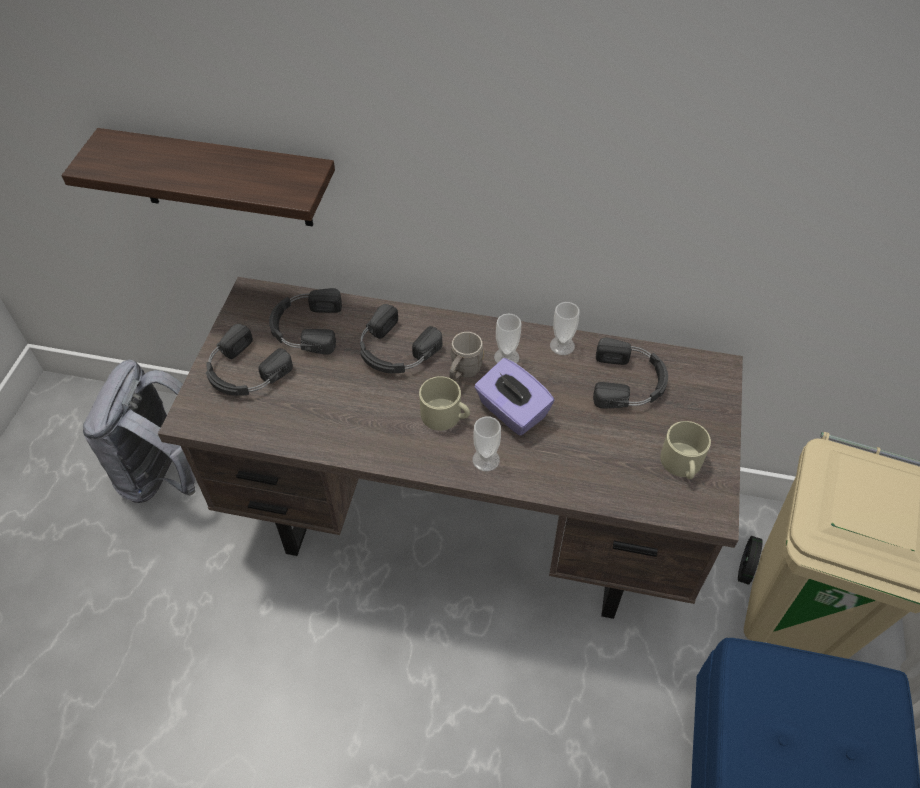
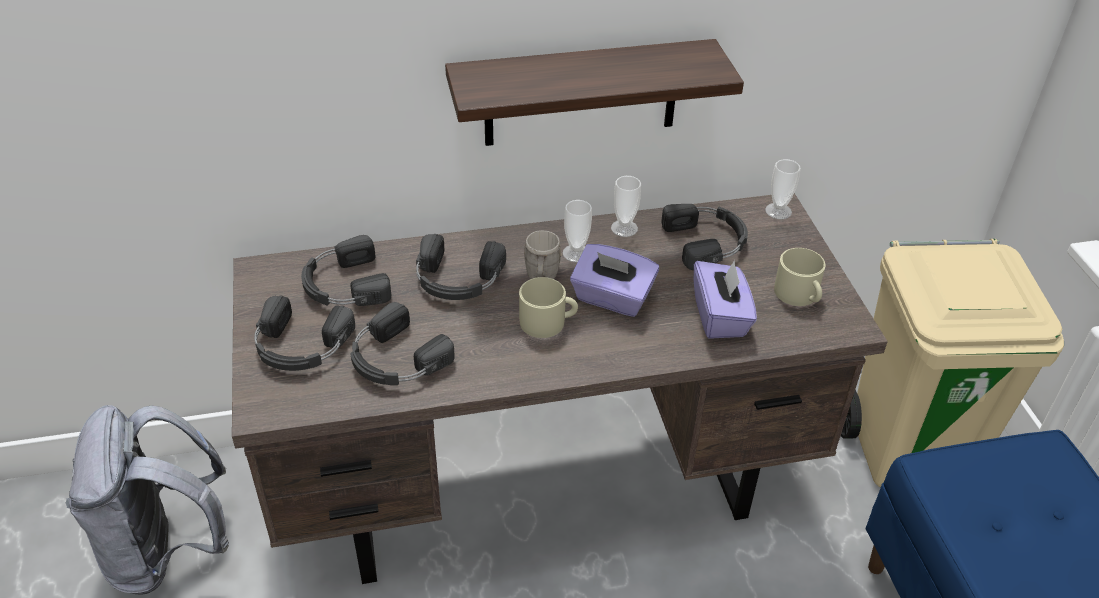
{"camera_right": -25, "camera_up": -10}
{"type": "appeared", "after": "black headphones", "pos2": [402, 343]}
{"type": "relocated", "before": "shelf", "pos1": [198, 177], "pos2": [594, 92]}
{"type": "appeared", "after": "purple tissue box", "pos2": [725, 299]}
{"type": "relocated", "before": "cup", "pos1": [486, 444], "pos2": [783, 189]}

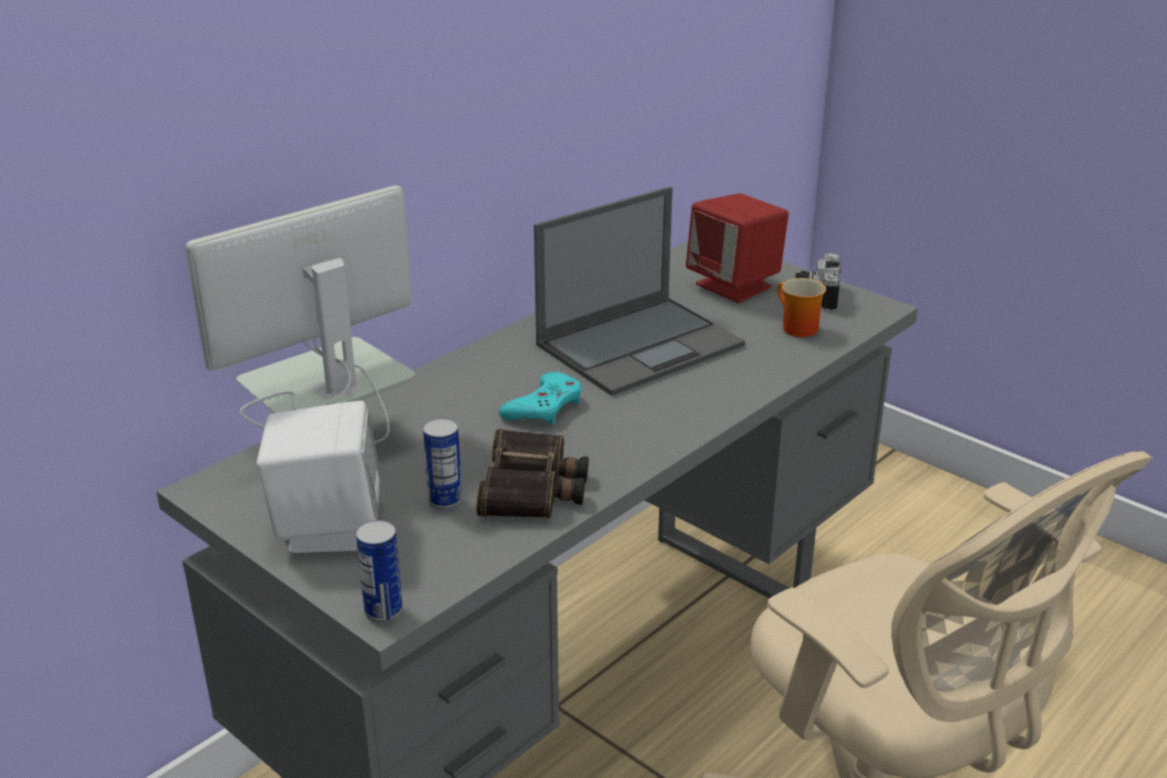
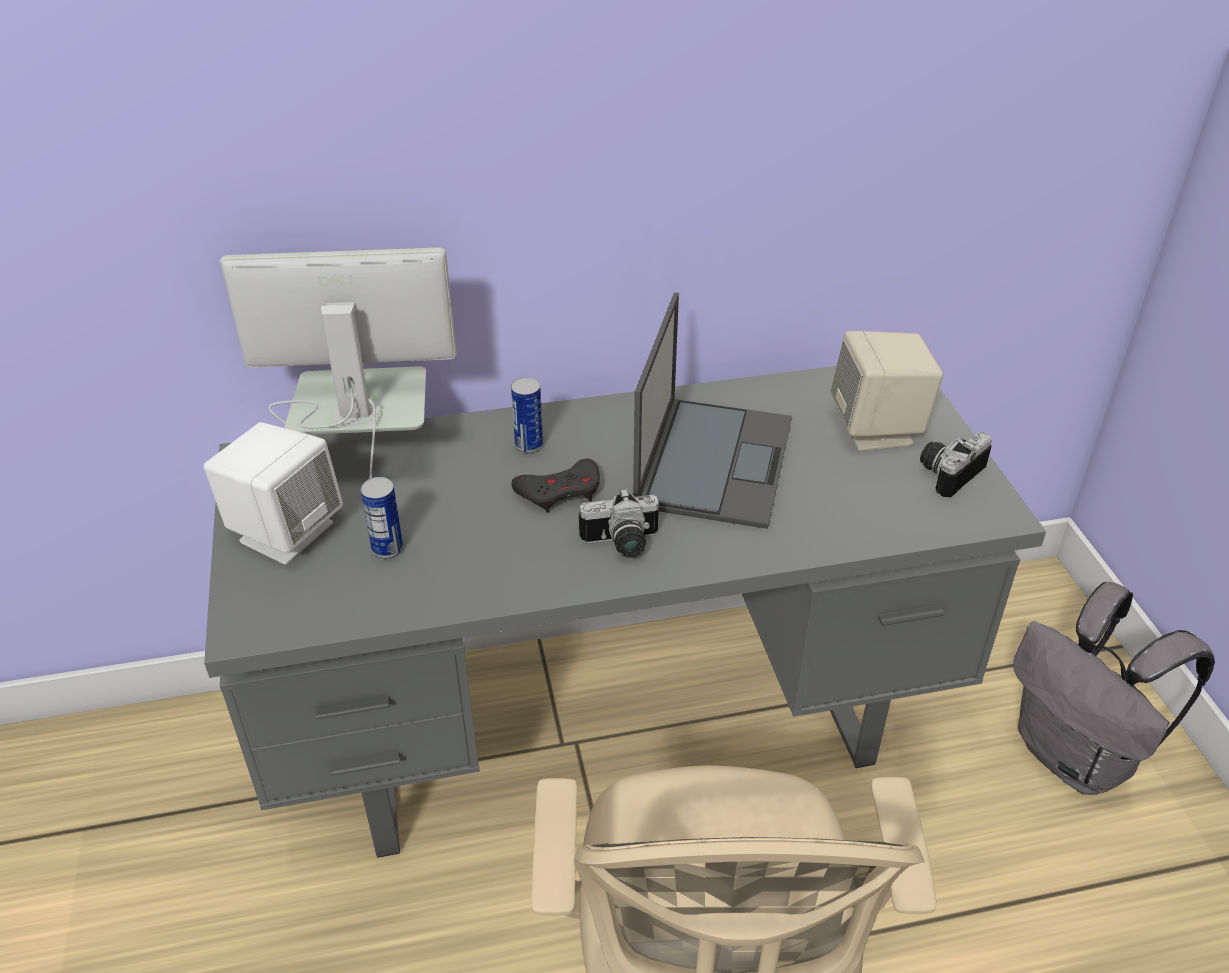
{"camera_right": 35, "camera_up": 10}
{"type": "relocated", "before": "can", "pos1": [379, 571], "pos2": [527, 415]}
{"type": "colour", "before": "turquoise game controller", "after": "grey game controller", "pos1": [540, 398], "pos2": [555, 486]}
{"type": "appeared", "after": "photo camera", "pos2": [619, 523]}
{"type": "spun", "before": "laptop", "pos1": [639, 291], "pos2": [712, 411], "turn": -75}
{"type": "colour", "before": "red speaker", "after": "beige speaker", "pos1": [737, 248], "pos2": [887, 391]}
{"type": "appeared", "after": "grey backpack", "pos2": [1114, 688]}
{"type": "missing", "before": "binoculars", "pos1": [532, 473]}
{"type": "missing", "before": "mug", "pos1": [801, 307]}

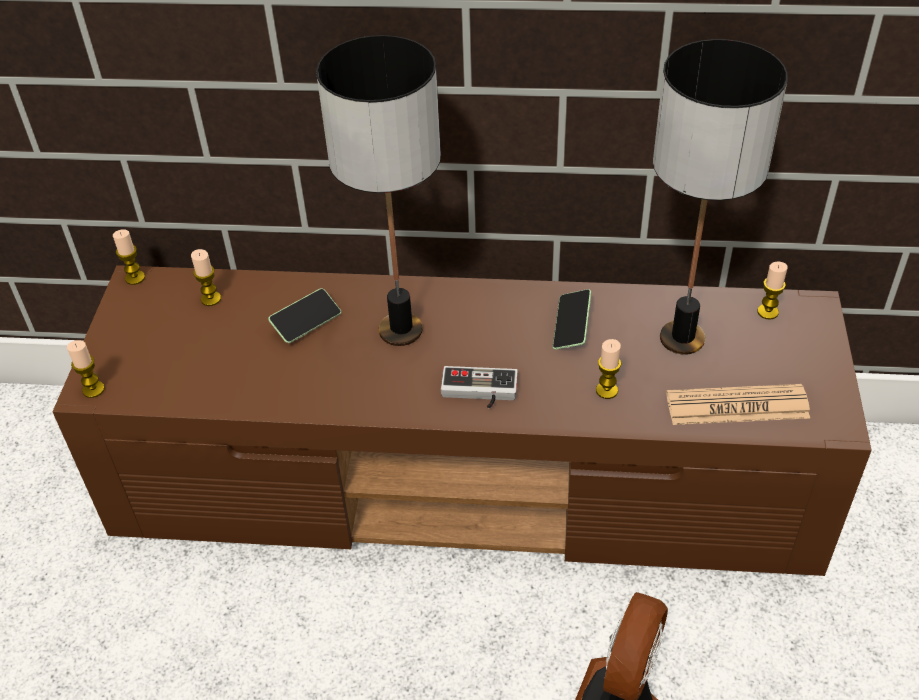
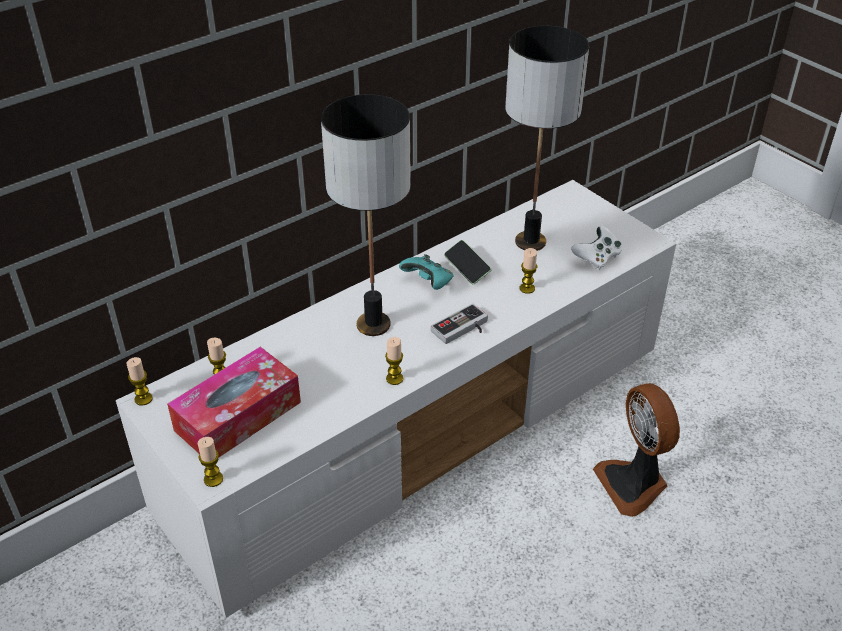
{"camera_right": -45, "camera_up": -5}
{"type": "colour", "before": "brown tv stand", "after": "white tv stand", "pos1": [462, 420], "pos2": [396, 399]}
{"type": "appeared", "after": "tissue box", "pos2": [234, 402]}
{"type": "relocated", "before": "candle", "pos1": [772, 291], "pos2": [394, 361]}
{"type": "appeared", "after": "turquoise game controller", "pos2": [426, 272]}
{"type": "exchanged", "before": "newspaper", "after": "white game controller", "pos1": [738, 404], "pos2": [596, 248]}
{"type": "missing", "before": "phone", "pos1": [304, 315]}

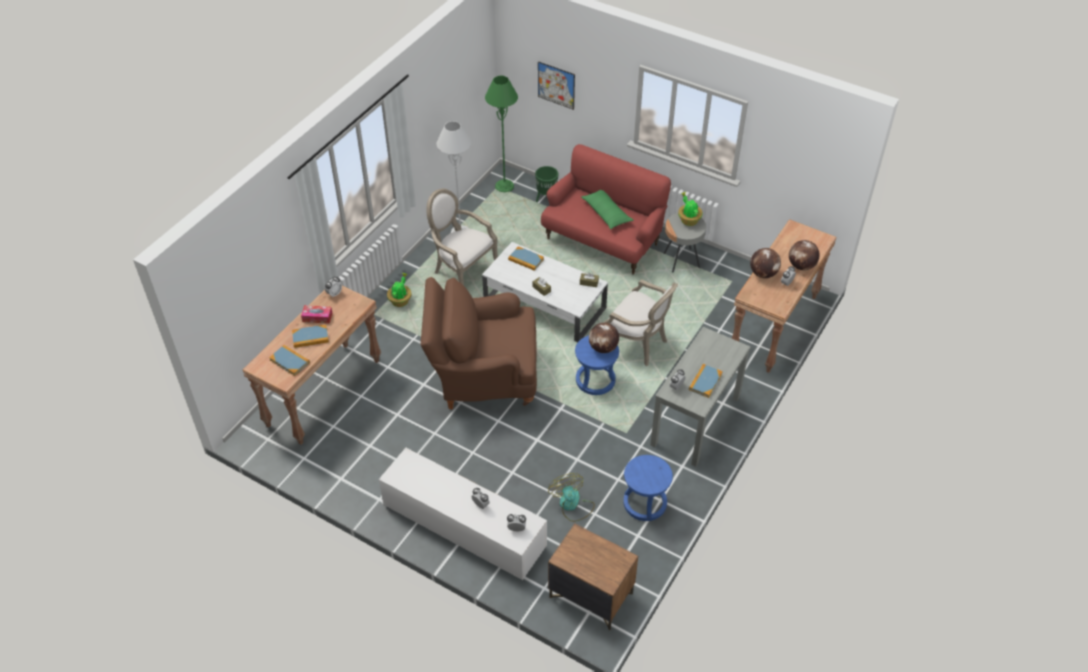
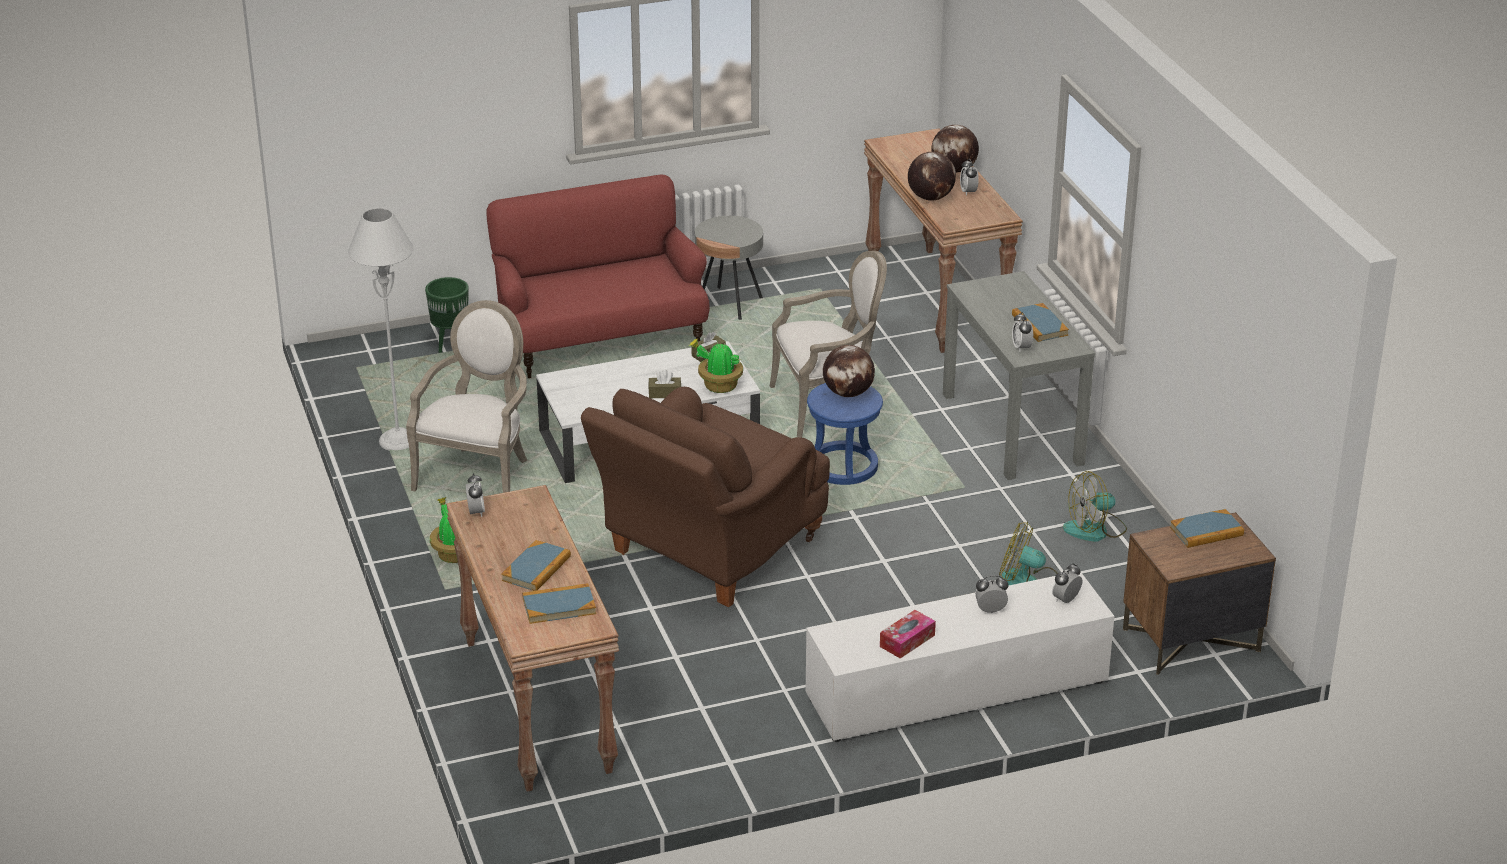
{"camera_right": -50, "camera_up": -15}
{"type": "spun", "before": "armchair", "pos1": [462, 237], "pos2": [467, 396], "turn": 120}
{"type": "relocated", "before": "potted plant", "pos1": [690, 209], "pos2": [716, 366]}
{"type": "relocated", "before": "tissue box", "pos1": [316, 314], "pos2": [908, 634]}
{"type": "exchanged", "before": "blue stool", "after": "fan", "pos1": [648, 488], "pos2": [1095, 506]}
{"type": "relocated", "before": "book", "pos1": [526, 258], "pos2": [1207, 528]}
{"type": "missing", "before": "green floor lamp", "pos1": [501, 134]}
{"type": "missing", "before": "picture", "pos1": [556, 85]}
{"type": "missing", "before": "green pillow", "pos1": [607, 209]}

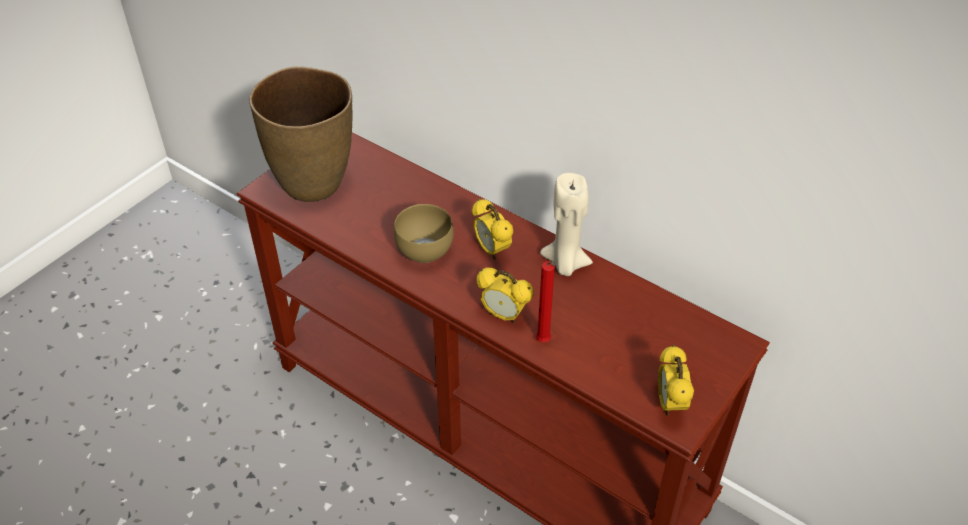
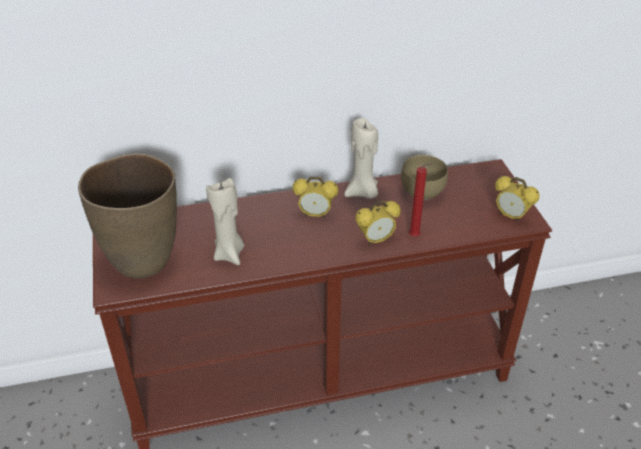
{"camera_right": -50, "camera_up": -5}
{"type": "appeared", "after": "beige candle", "pos2": [225, 221]}
{"type": "relocated", "before": "brown bowl", "pos1": [424, 233], "pos2": [424, 177]}

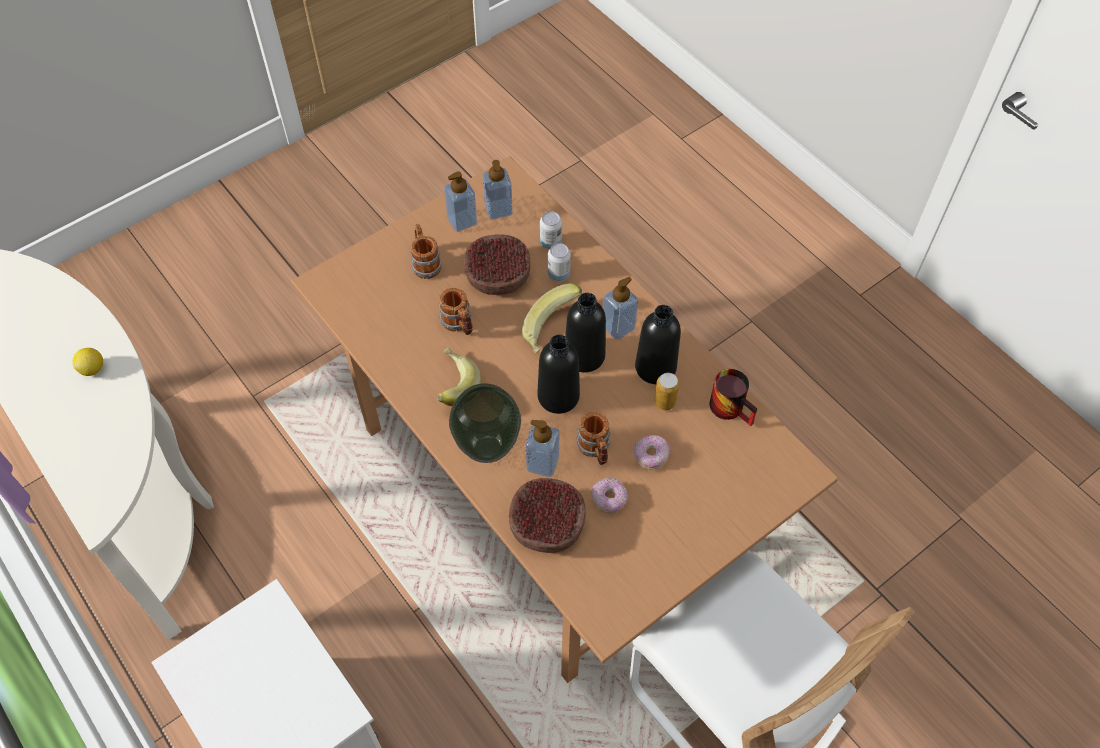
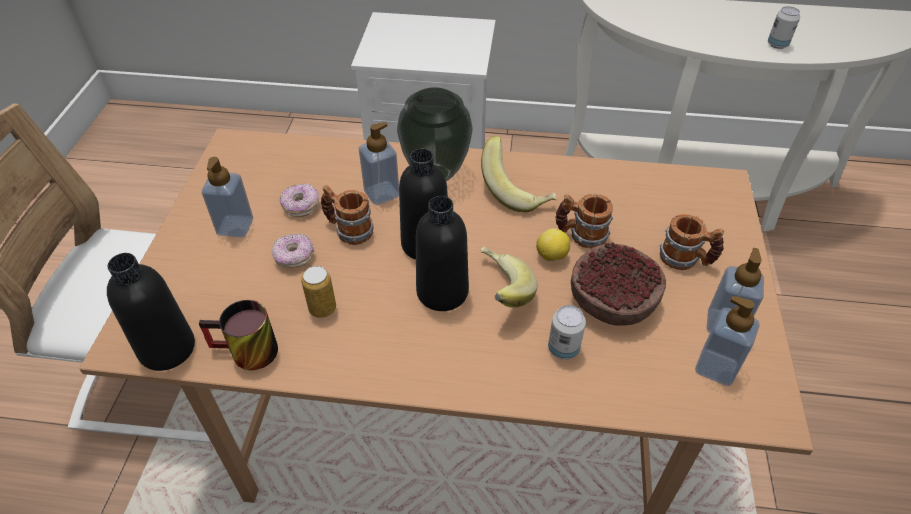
{"camera_right": 135, "camera_up": -10}
{"type": "relocated", "before": "black bottle", "pos1": [658, 344], "pos2": [151, 312]}
{"type": "relocated", "before": "soap dispenser", "pos1": [620, 308], "pos2": [227, 197]}
{"type": "relocated", "before": "lemon", "pos1": [87, 362], "pos2": [553, 244]}
{"type": "relocated", "before": "can", "pos1": [551, 230], "pos2": [784, 27]}
{"type": "missing", "before": "bowl", "pos1": [547, 515]}

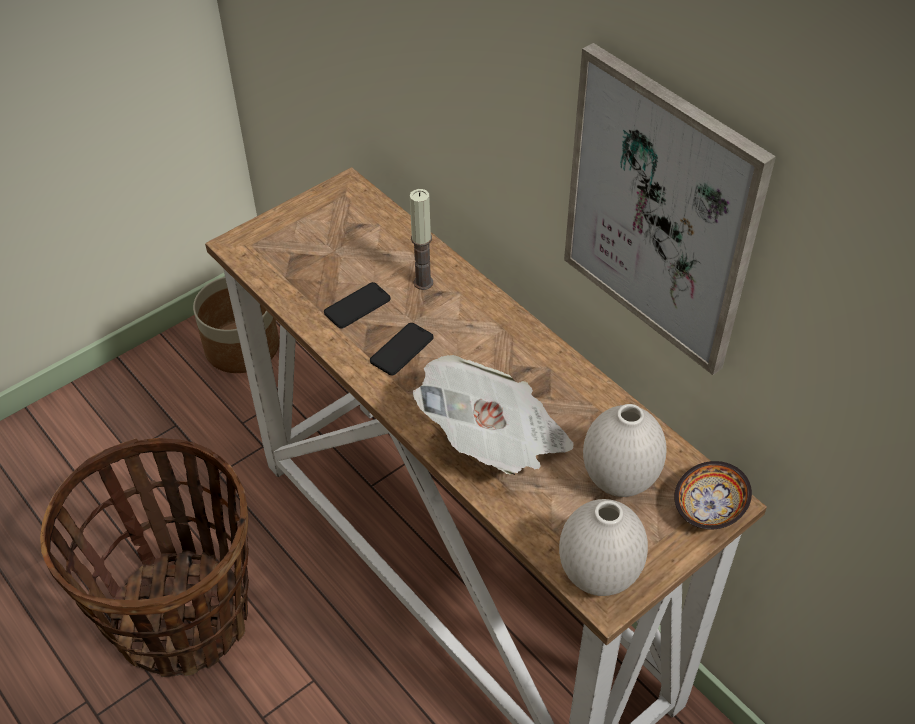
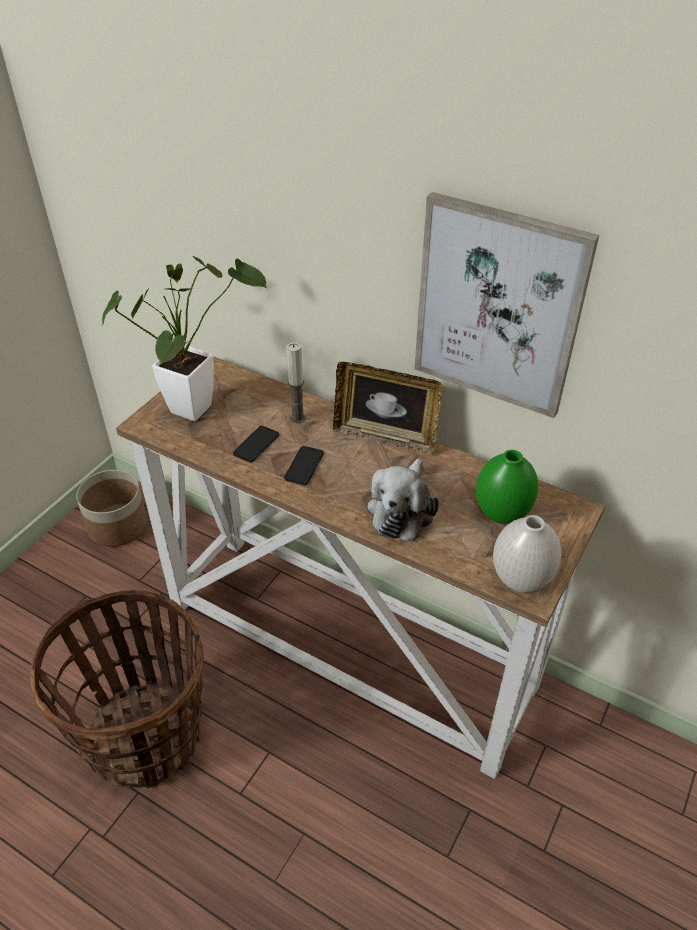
{"camera_right": -20, "camera_up": -5}
{"type": "appeared", "after": "potted plant", "pos2": [184, 338]}
{"type": "appeared", "after": "picture frame", "pos2": [388, 408]}
{"type": "exchanged", "before": "newspaper", "after": "plush toy", "pos1": [493, 415], "pos2": [403, 500]}
{"type": "colour", "before": "white vase", "after": "green vase", "pos1": [625, 450], "pos2": [507, 487]}
{"type": "missing", "before": "bowl", "pos1": [713, 495]}

